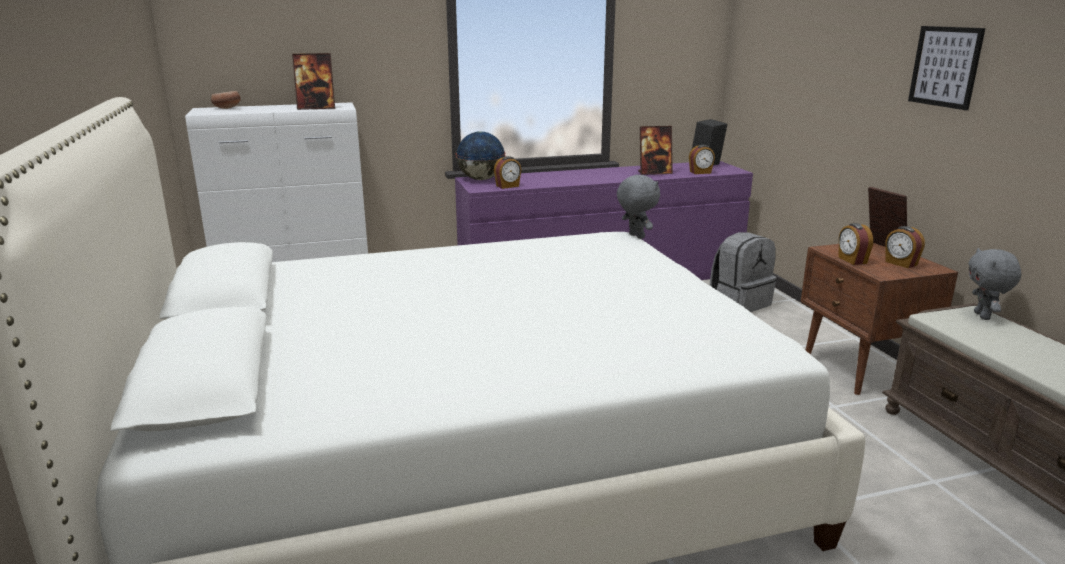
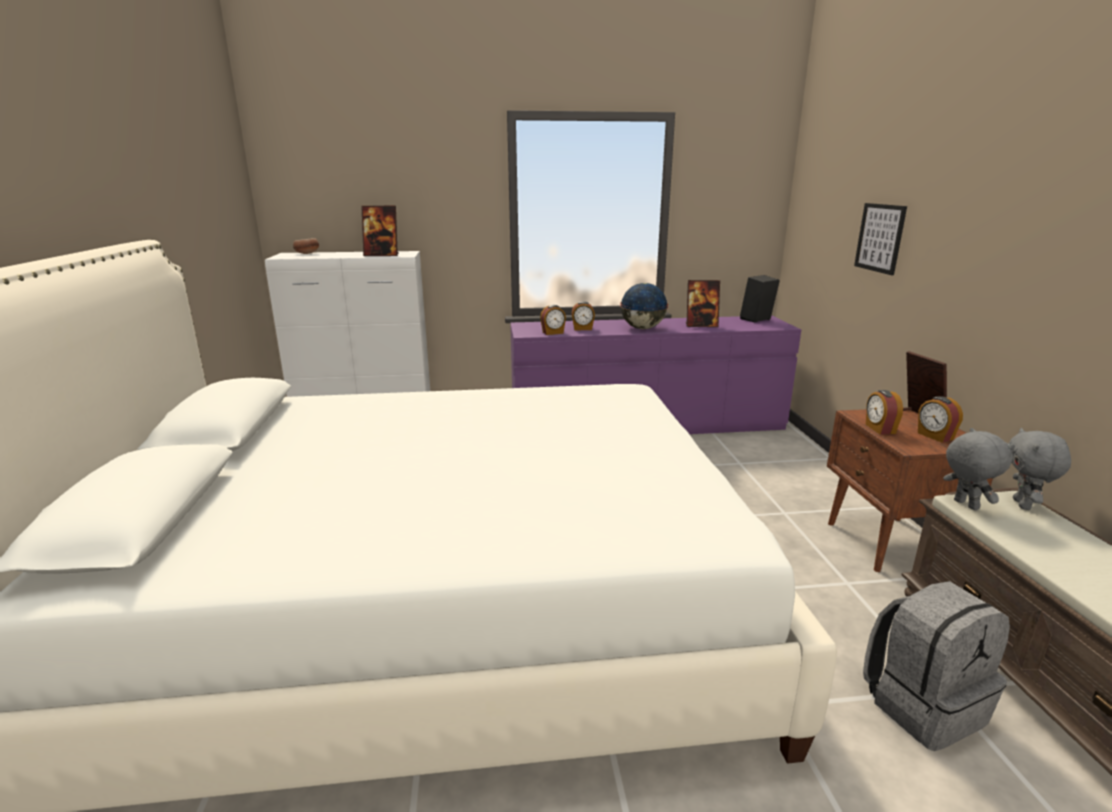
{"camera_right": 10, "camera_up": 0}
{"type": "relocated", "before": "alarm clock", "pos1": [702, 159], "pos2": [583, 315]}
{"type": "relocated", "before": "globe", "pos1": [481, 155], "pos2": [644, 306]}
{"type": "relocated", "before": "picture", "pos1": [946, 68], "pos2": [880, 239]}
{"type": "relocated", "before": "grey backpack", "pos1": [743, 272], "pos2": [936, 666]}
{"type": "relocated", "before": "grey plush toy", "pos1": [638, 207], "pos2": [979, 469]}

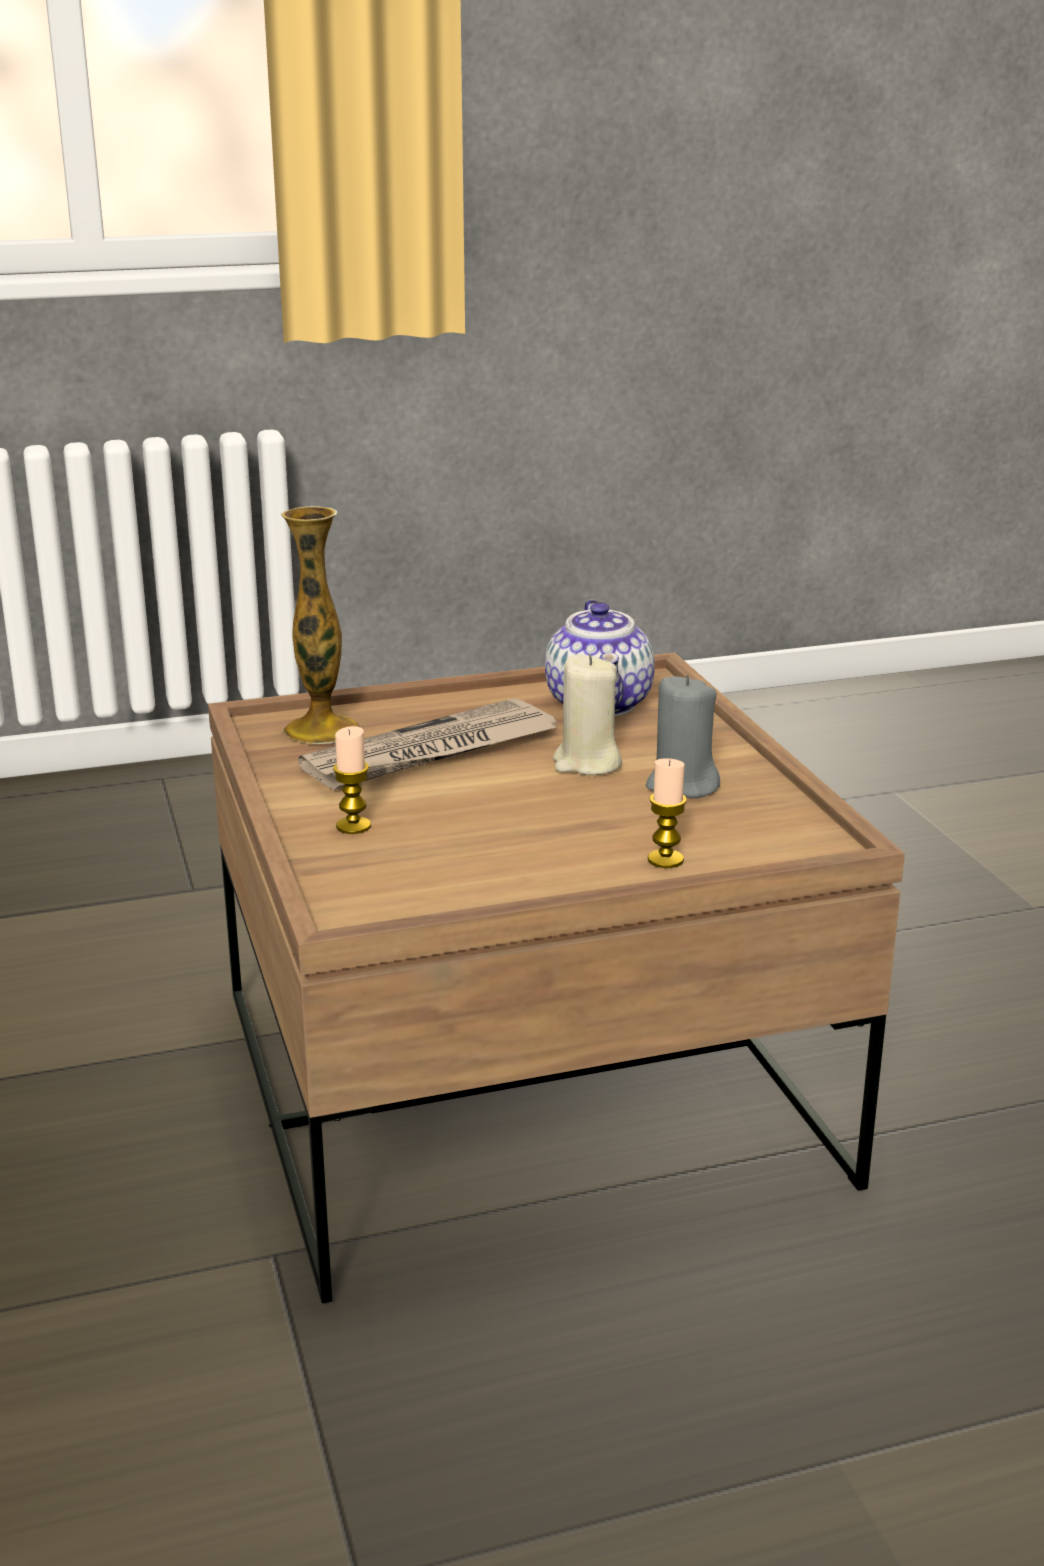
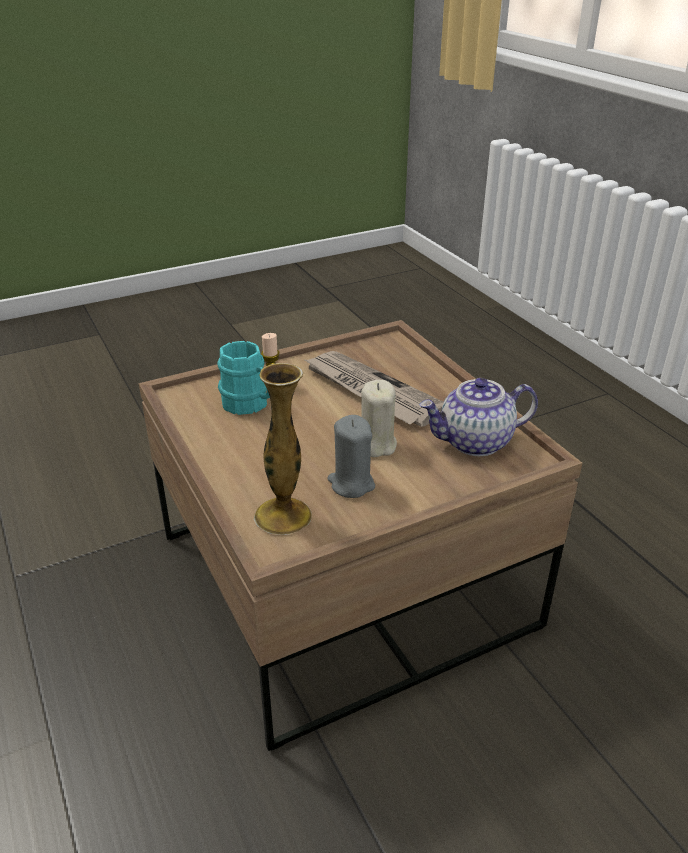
{"camera_right": 80, "camera_up": 10}
{"type": "appeared", "after": "turquoise mug", "pos2": [243, 378]}
{"type": "relocated", "before": "vase", "pos1": [321, 625], "pos2": [283, 449]}
{"type": "missing", "before": "candle", "pos1": [667, 813]}

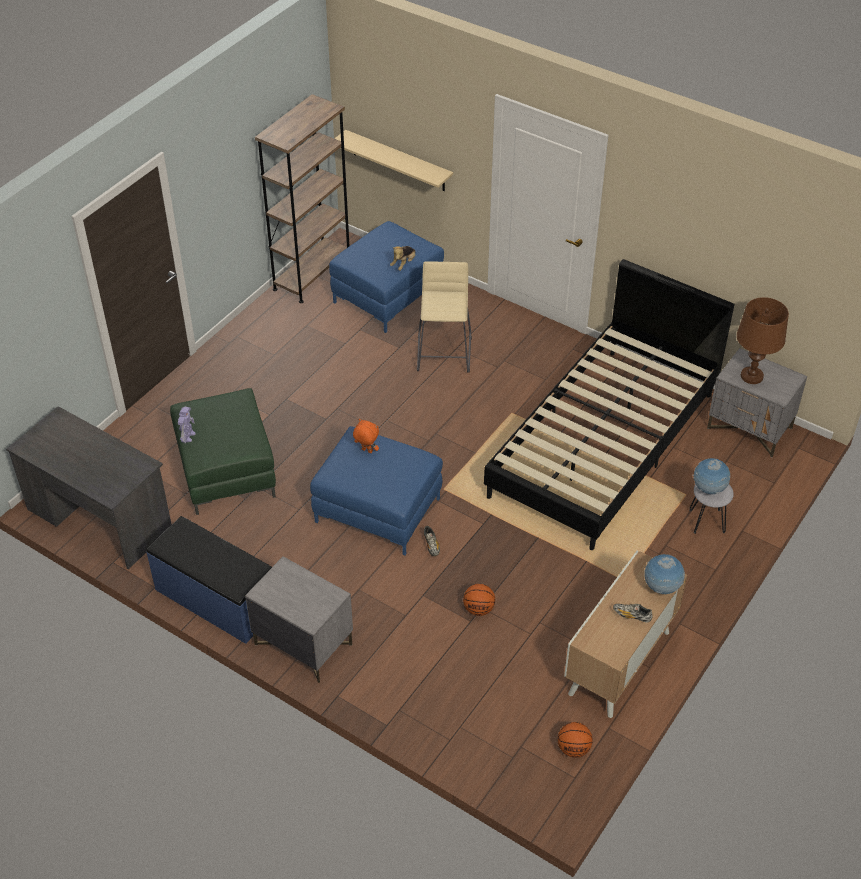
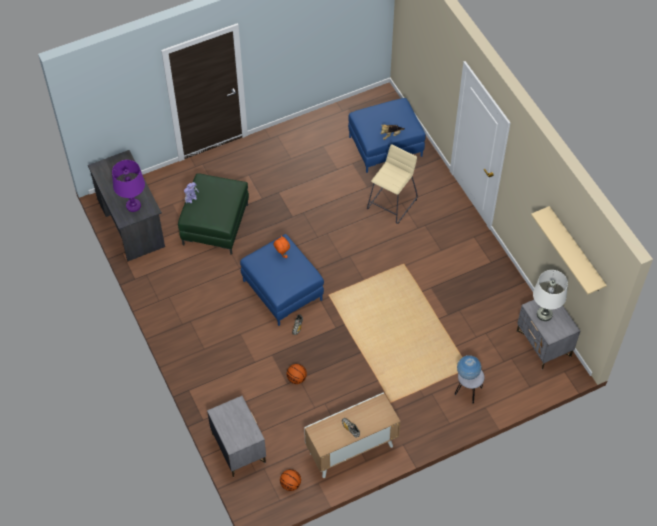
{"camera_right": 30, "camera_up": 10}
{"type": "appeared", "after": "purple table lamp", "pos2": [128, 186]}
{"type": "relocated", "before": "grey nightstand", "pos1": [299, 619], "pos2": [236, 436]}
{"type": "relocated", "before": "beige shelf", "pos1": [393, 160], "pos2": [569, 250]}
{"type": "colour", "before": "brown table lamp", "after": "white table lamp", "pos1": [763, 340], "pos2": [550, 295]}
{"type": "missing", "before": "blue bench", "pos1": [209, 580]}
{"type": "missing", "before": "brown bookcase", "pos1": [302, 198]}
{"type": "missing", "before": "black bed", "pos1": [609, 404]}
{"type": "missing", "before": "globe", "pos1": [665, 574]}

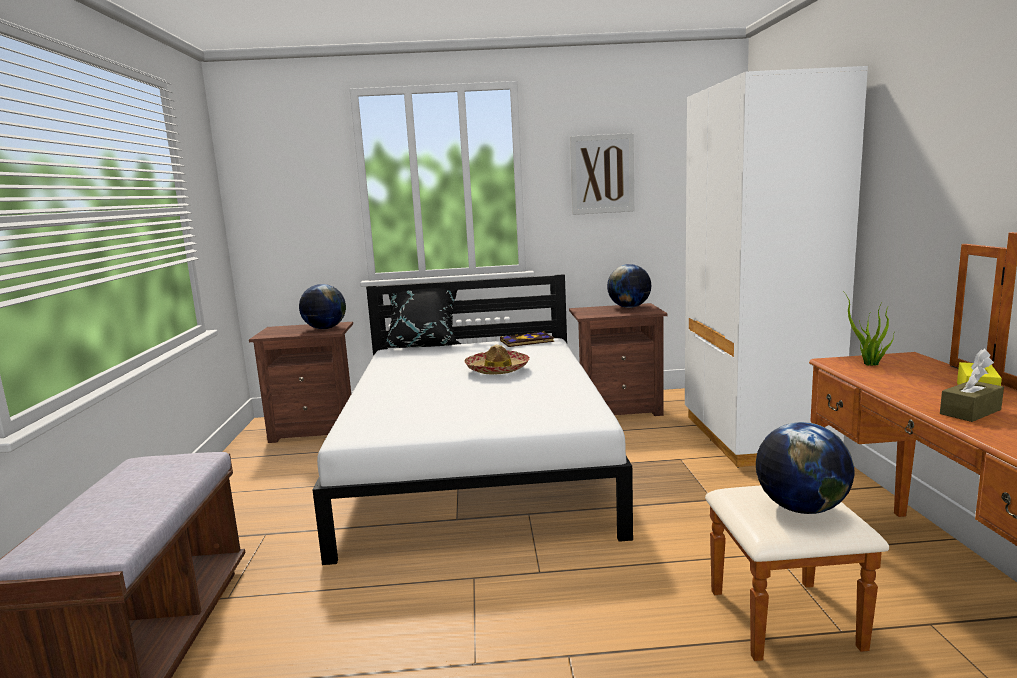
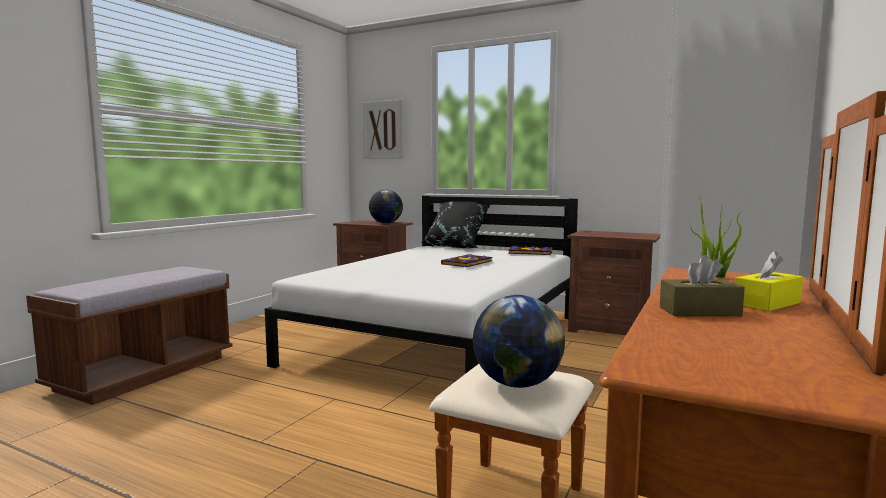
{"camera_right": 30, "camera_up": -5}
{"type": "relocated", "before": "picture", "pos1": [602, 174], "pos2": [383, 129]}
{"type": "exchanged", "before": "hat", "after": "book", "pos1": [497, 359], "pos2": [466, 260]}
{"type": "missing", "before": "globe", "pos1": [629, 286]}

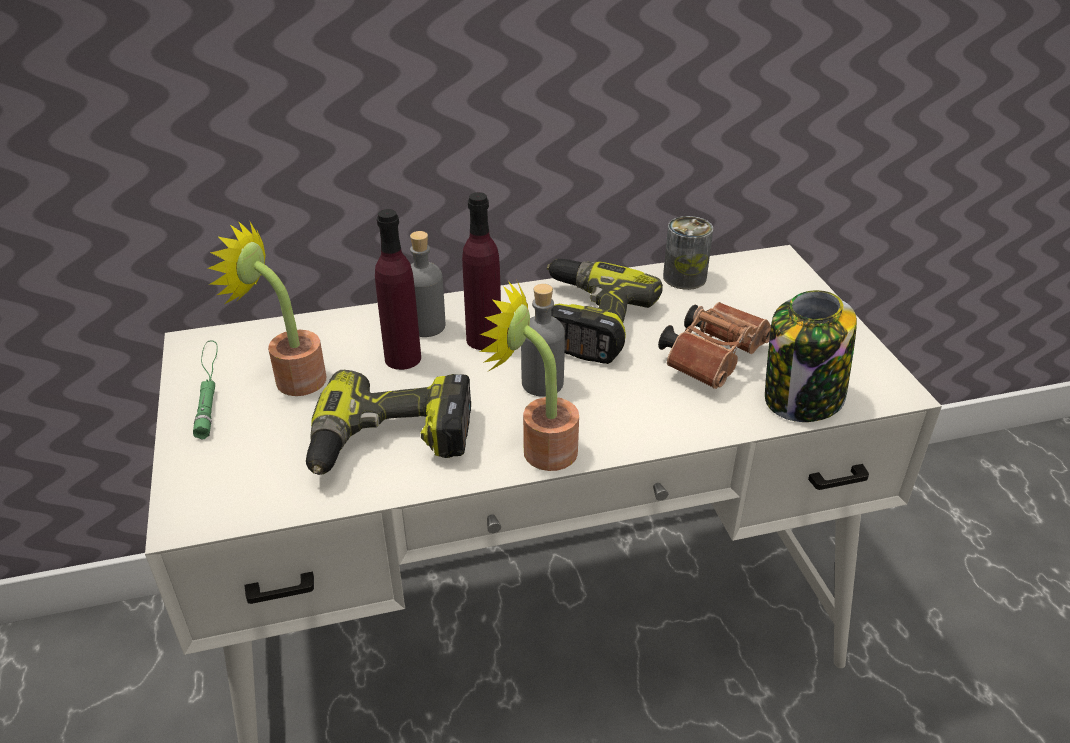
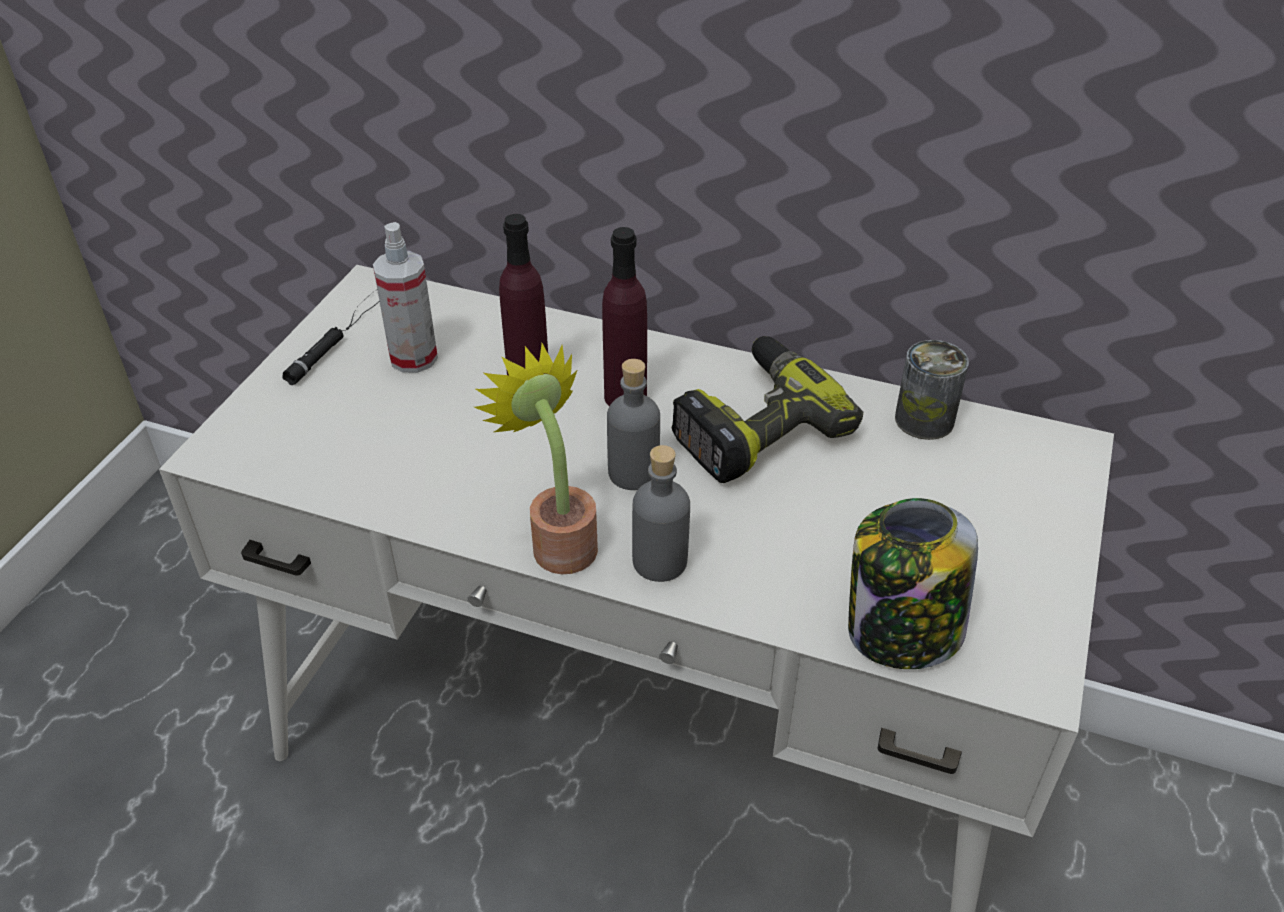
{"camera_right": 35, "camera_up": 5}
{"type": "colour", "before": "green flashlight", "after": "black flashlight", "pos1": [205, 390], "pos2": [331, 337]}
{"type": "exchanged", "before": "potted plant", "after": "spray bottle", "pos1": [267, 308], "pos2": [405, 297]}
{"type": "relocated", "before": "grey bottle", "pos1": [427, 284], "pos2": [661, 513]}
{"type": "missing", "before": "power drill", "pos1": [388, 422]}
{"type": "missing", "before": "brown binoculars", "pos1": [714, 345]}

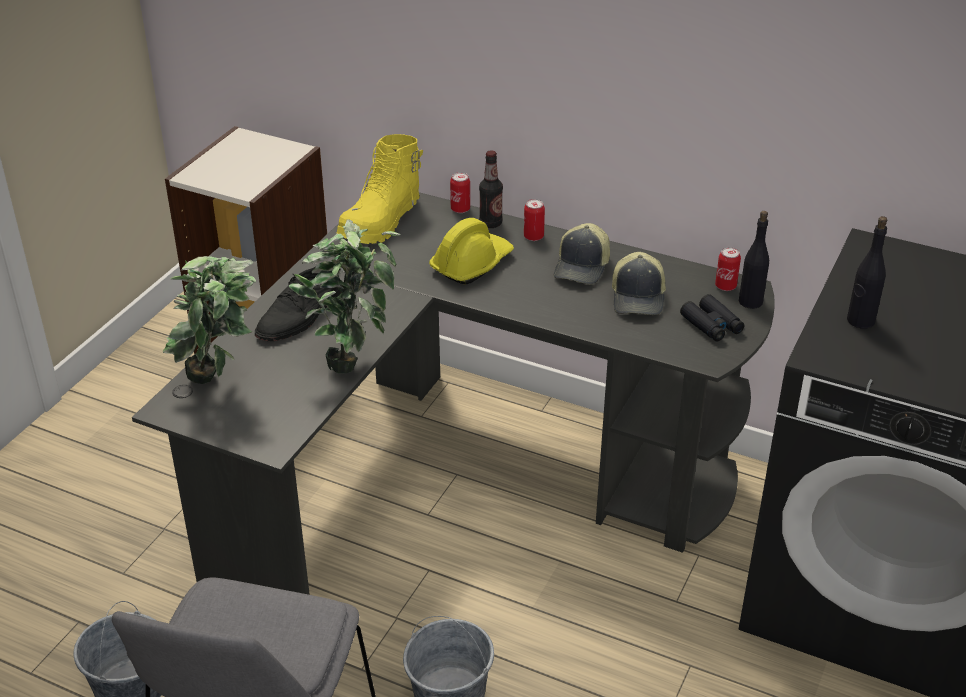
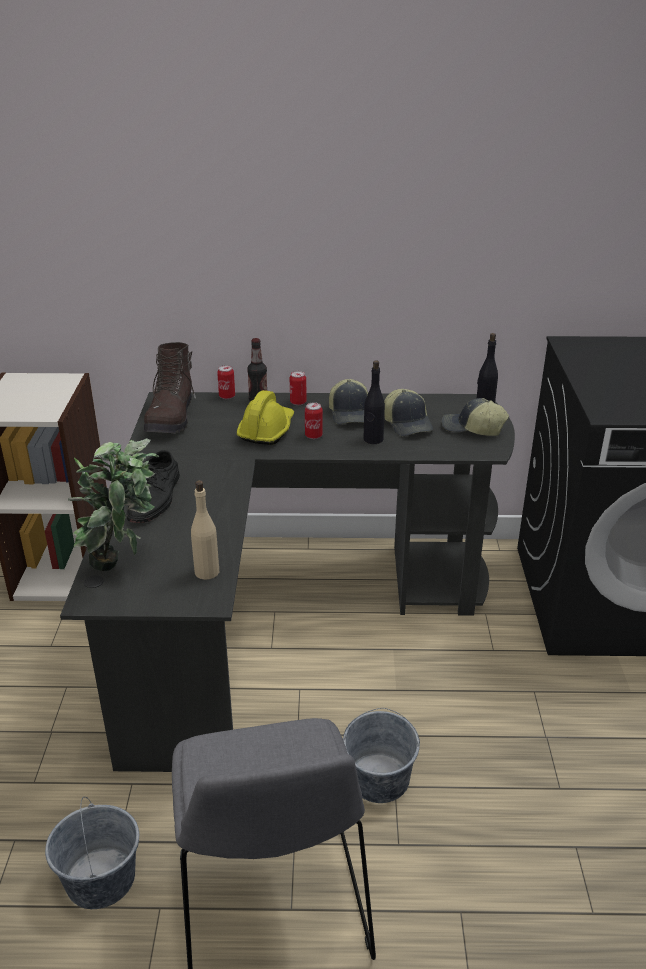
{"camera_right": -25, "camera_up": -5}
{"type": "colour", "before": "yellow boot", "after": "brown boot", "pos1": [379, 189], "pos2": [169, 388]}
{"type": "appeared", "after": "beige bottle", "pos2": [205, 530]}
{"type": "relocated", "before": "can", "pos1": [728, 269], "pos2": [314, 420]}
{"type": "relocated", "before": "black bottle", "pos1": [867, 272], "pos2": [374, 402]}
{"type": "exchanged", "before": "black binoculars", "after": "cap", "pos1": [712, 317], "pos2": [475, 417]}
{"type": "missing", "before": "potted plant", "pos1": [345, 296]}

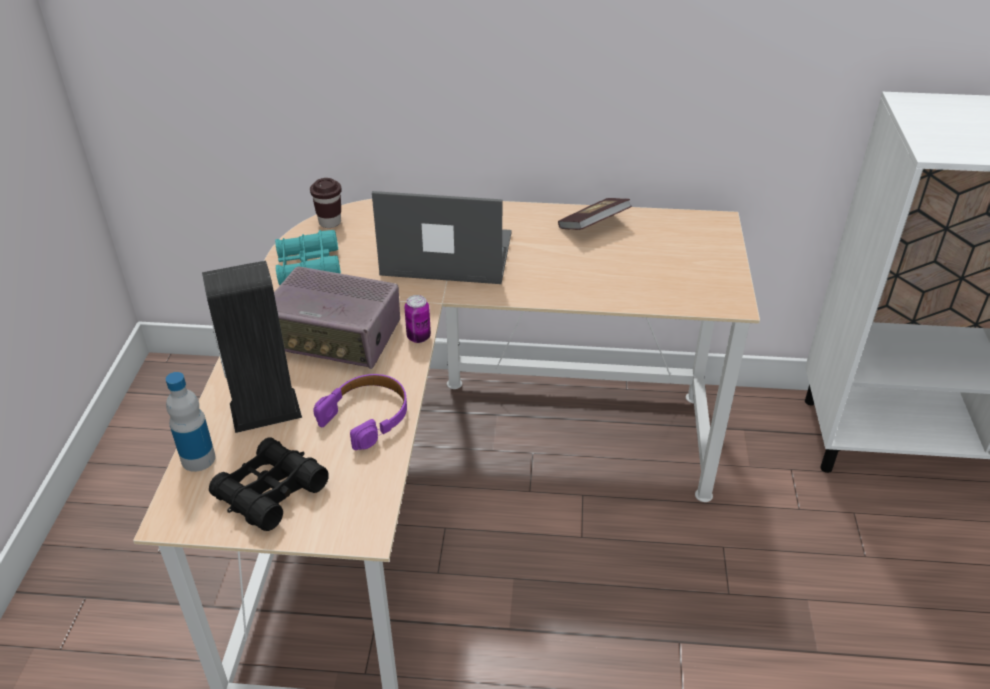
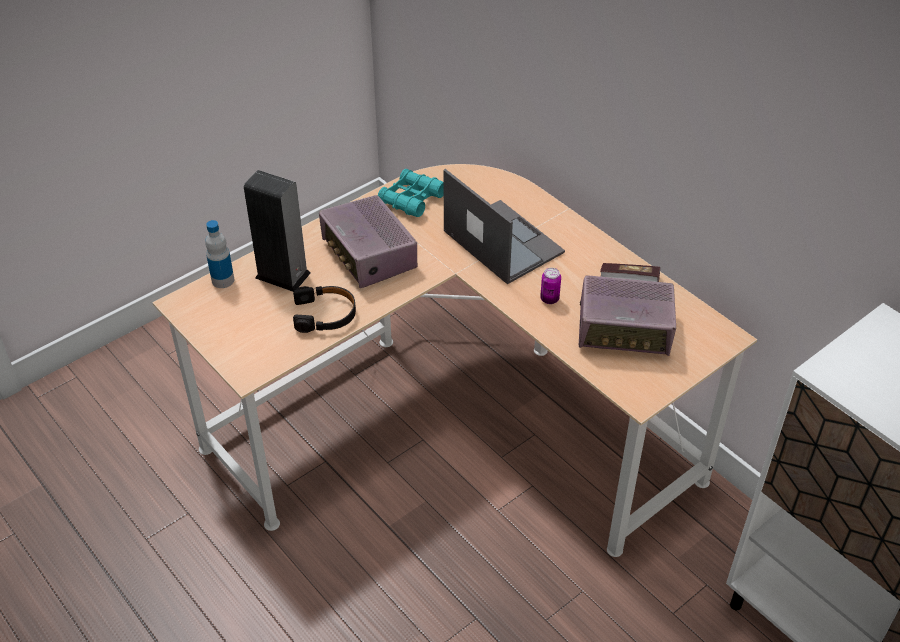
{"camera_right": 45, "camera_up": 5}
{"type": "colour", "before": "purple headphones", "after": "black headphones", "pos1": [360, 412], "pos2": [324, 309]}
{"type": "relocated", "before": "can", "pos1": [417, 319], "pos2": [550, 286]}
{"type": "appeared", "after": "radio", "pos2": [627, 315]}
{"type": "missing", "before": "black binoculars", "pos1": [269, 484]}
{"type": "missing", "before": "brown cup", "pos1": [326, 203]}

